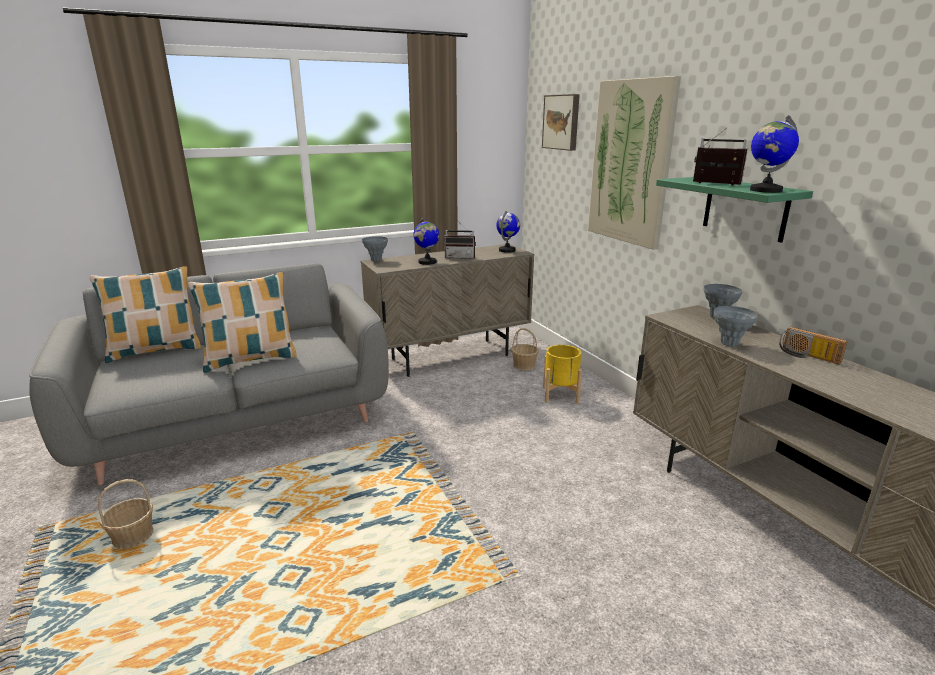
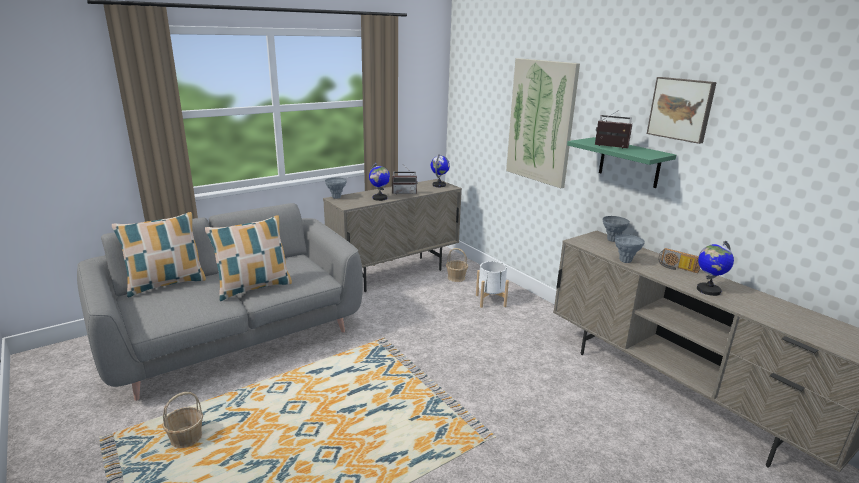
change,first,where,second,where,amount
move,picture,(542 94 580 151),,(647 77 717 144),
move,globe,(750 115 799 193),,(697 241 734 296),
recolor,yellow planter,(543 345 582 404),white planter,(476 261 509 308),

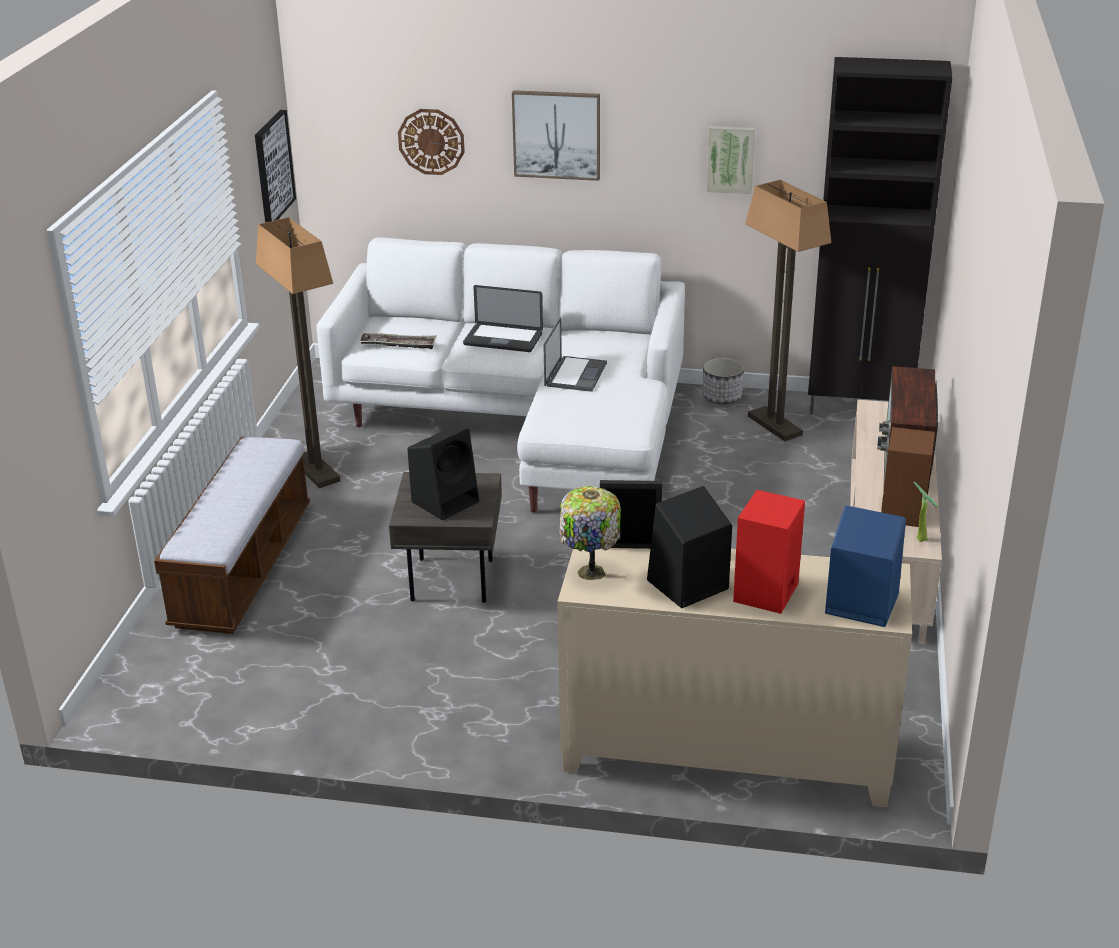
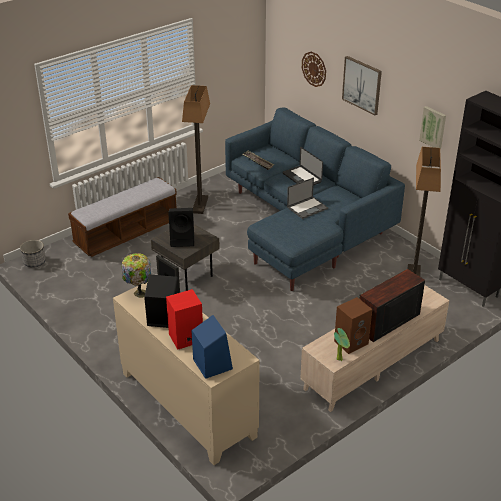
change,first,where,second,where,amount
delete,picture,(255 110 296 223),,,
move,planter,(703 358 744 404),,(20 240 46 267),
recolor,white sofa,(316 237 685 512),blue sofa,(225 107 405 291),

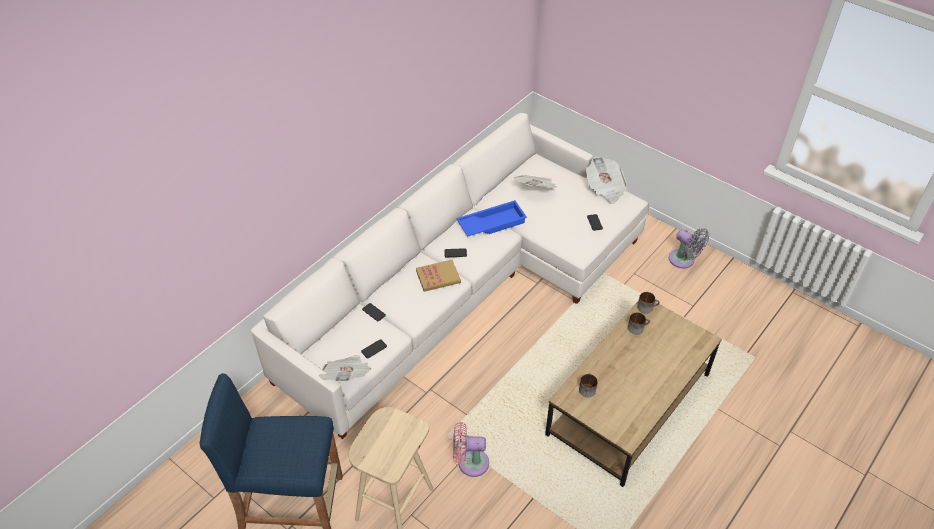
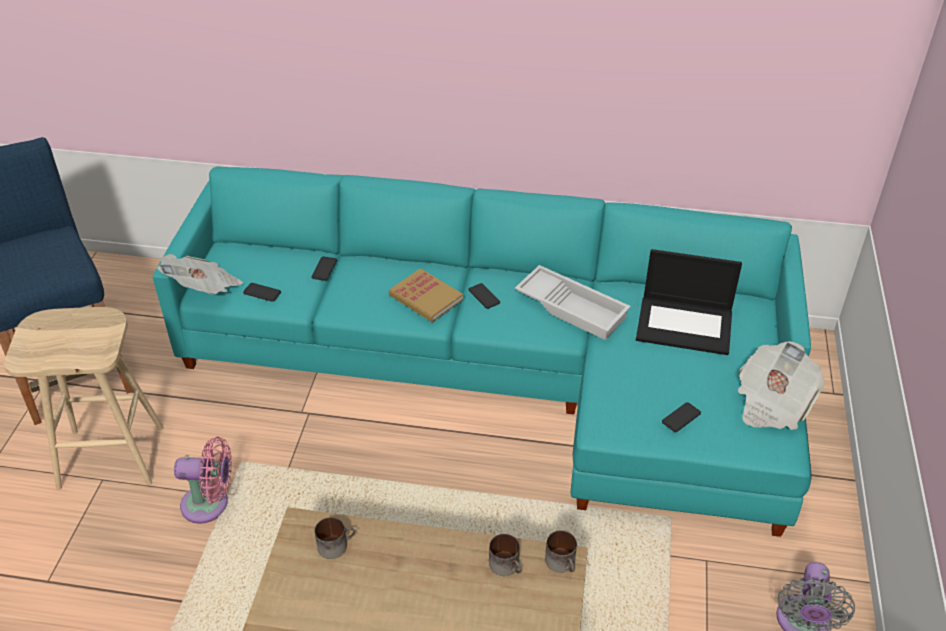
change,first,where,second,where,amount
replace,newspaper,(514 175 556 188),laptop,(636 249 742 355),
recolor,white sofa,(251 113 649 439),turquoise sofa,(153 167 812 537),
recolor,blue tray,(456 200 527 236),white tray,(515 265 631 340),
rotate,pink fan,(453 422 489 477),,(174 437 232 524),120 degrees clockwise

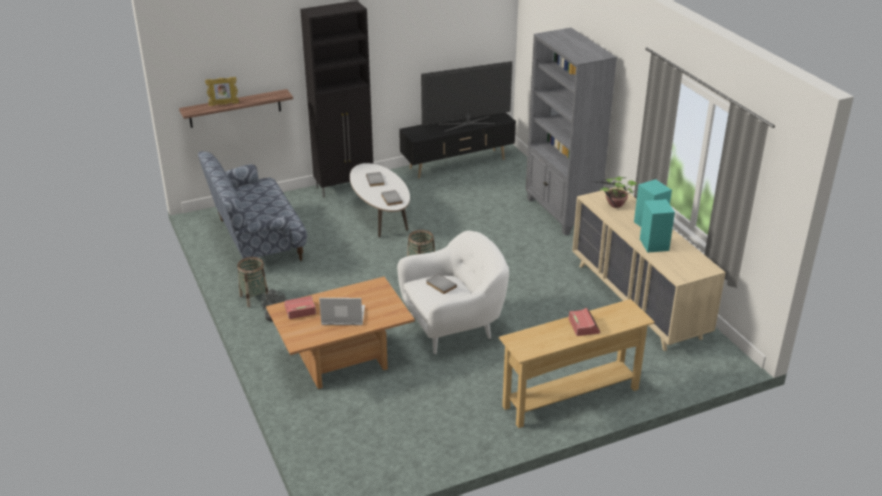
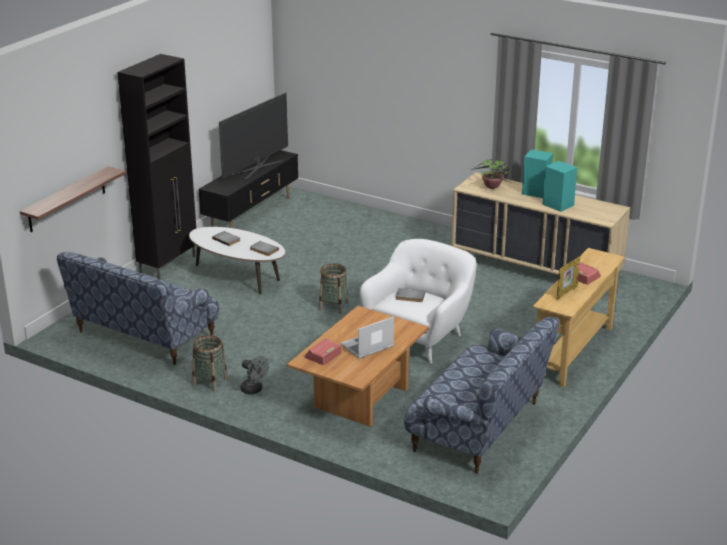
change,first,where,second,where,amount
delete,grey bookcase,(526 28 617 235),,,
insert,,,sofa,(404 317 559 474),
move,picture frame,(205 77 239 106),,(557 256 581 300),

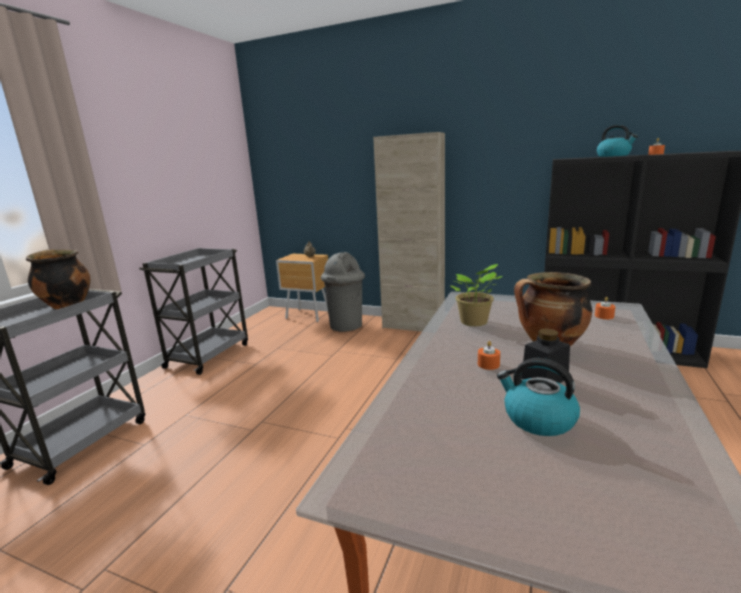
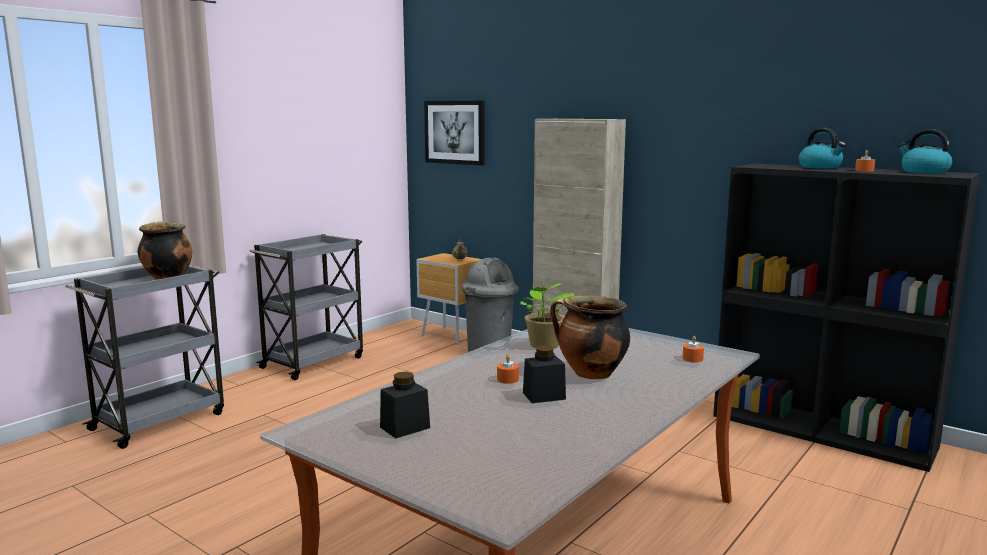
change,first,where,second,where,amount
insert,,,black jar,(380 372 430 438),
insert,,,picture,(424 101 485 166),
move,kettle,(497 358 580 436),,(898 129 952 174),

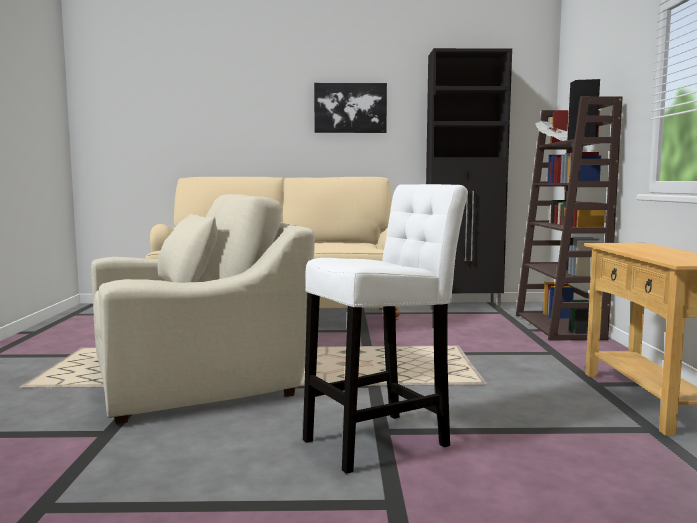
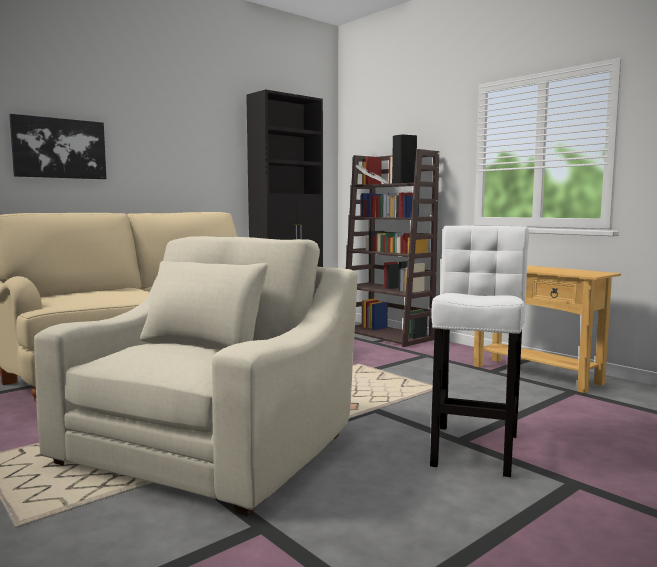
change,first,where,second,where,amount
move,picture,(314 83 387 133),,(10 114 106 179),

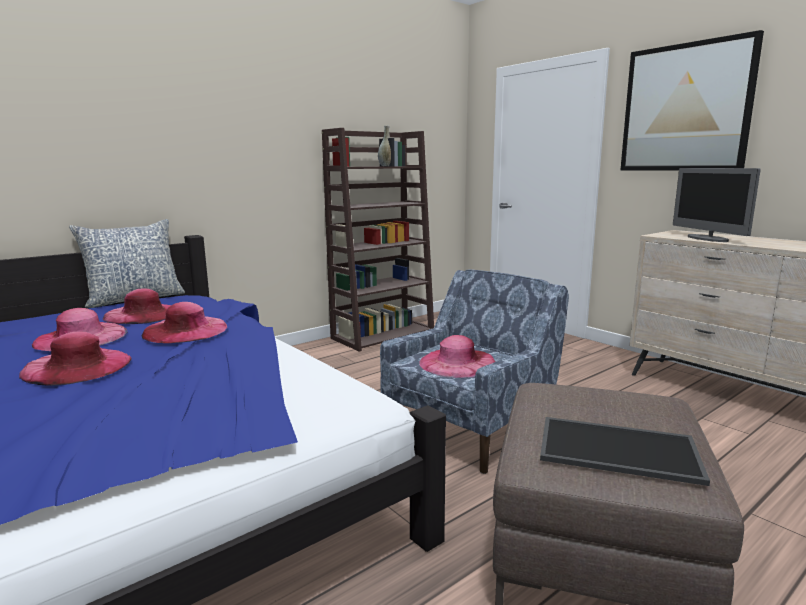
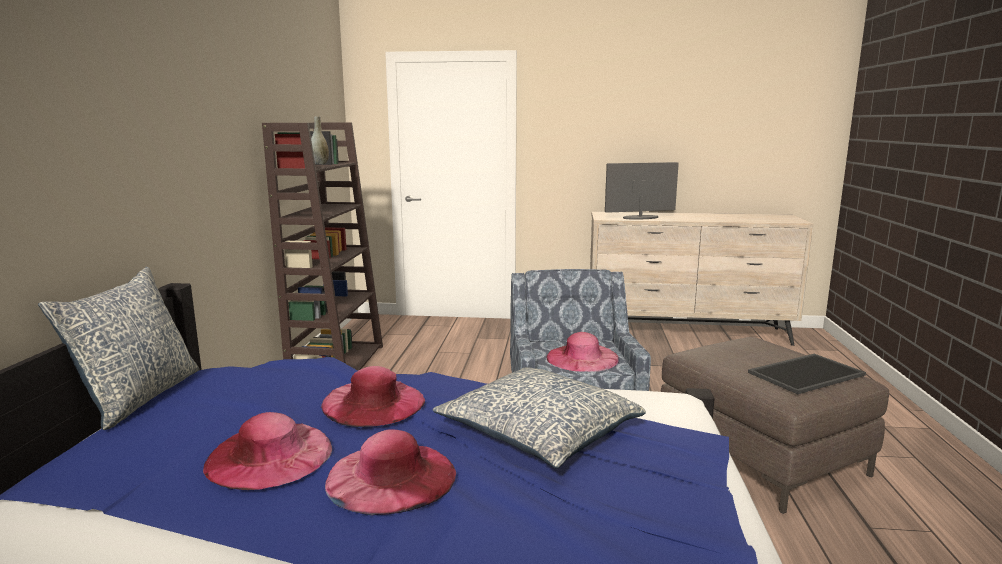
change,first,where,second,where,amount
delete,pink hat,(103 288 171 324),,,
delete,picture,(621 30 764 171),,,
insert,,,pillow,(433 367 646 469),
rotate,monitor,(673 168 761 242),,(605 162 679 220),135 degrees clockwise

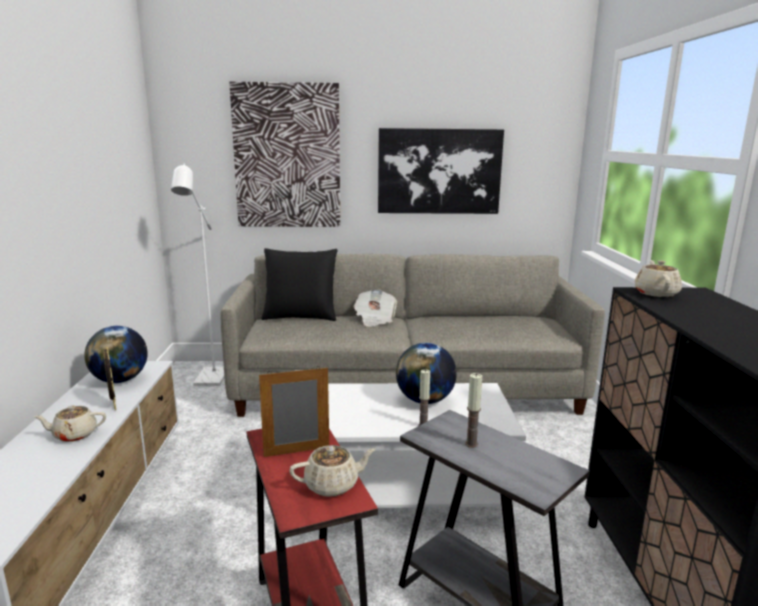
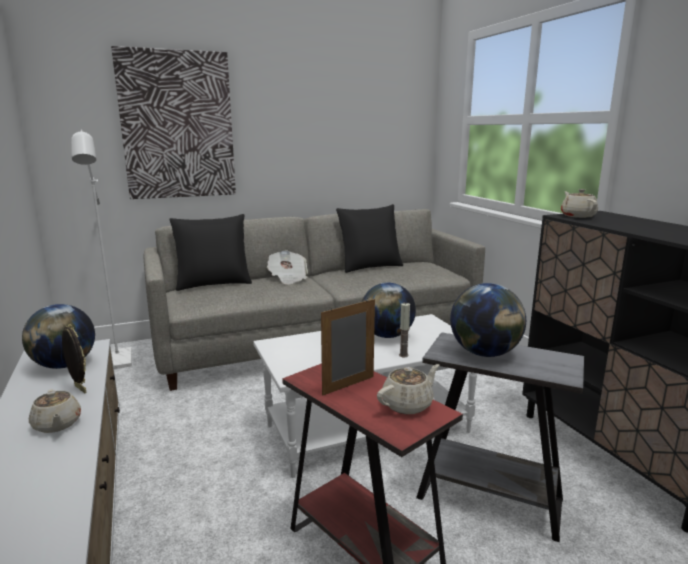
change,first,where,second,where,amount
delete,picture,(378 128 504 214),,,
insert,,,black pillow,(336 204 403 273),
replace,candle,(465 373 482 448),globe,(450 283 526 357),
rotate,beige teapot,(33 405 106 442),,(29 389 81 433),90 degrees counterclockwise

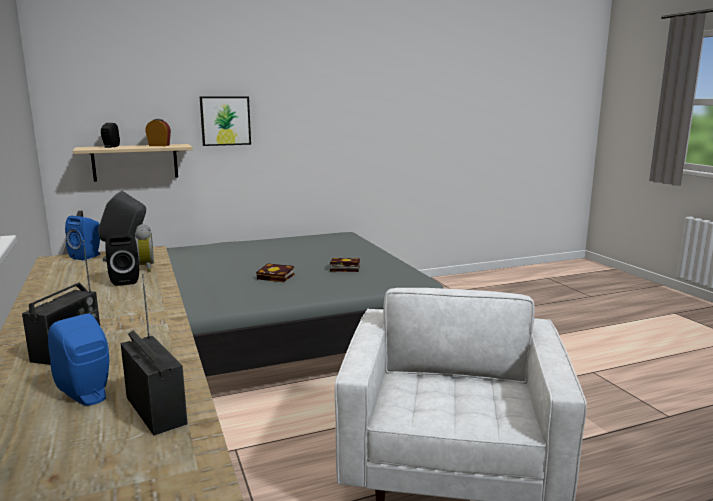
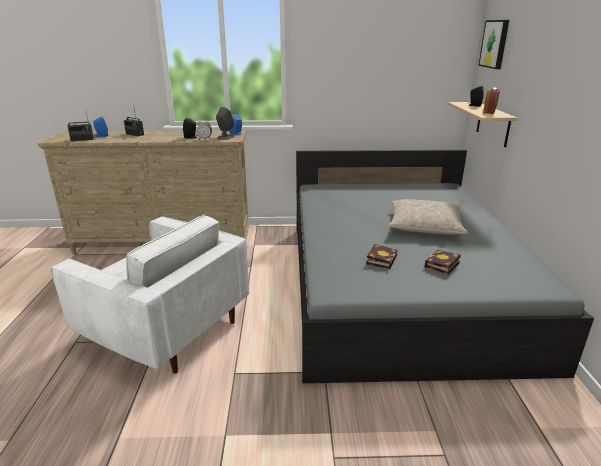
change,first,where,second,where,amount
insert,,,beige pillow,(389 199 468 235),
move,picture,(199 96 251 146),,(478 20 509 69),
move,book,(256 263 294 282),,(425 250 461 275),

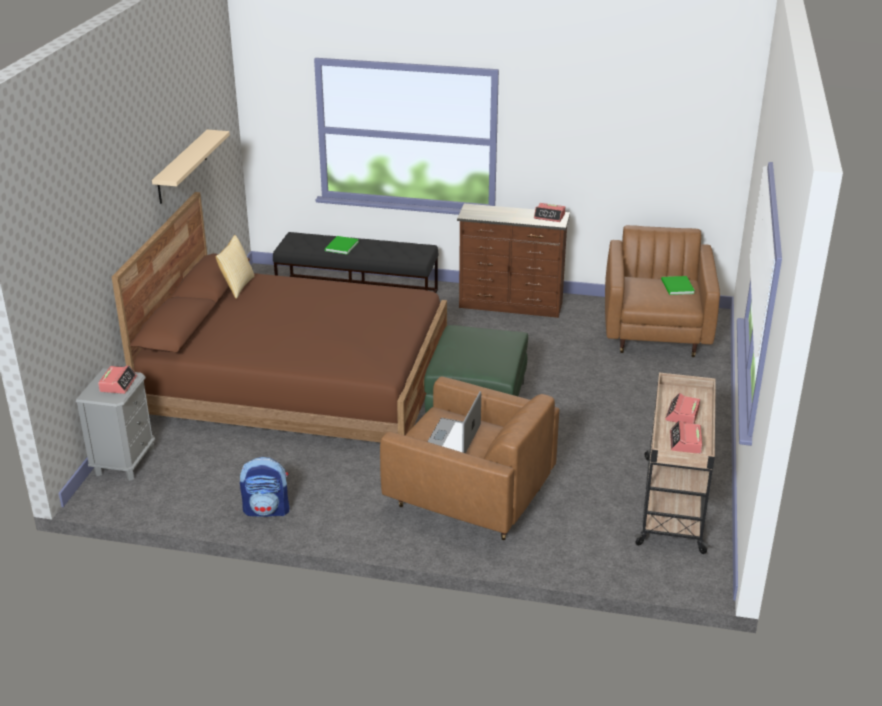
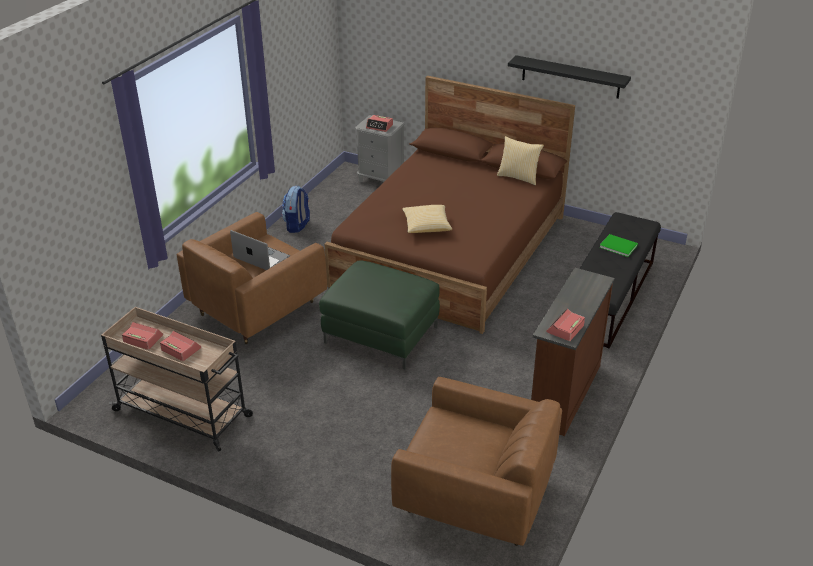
change,first,where,second,where,amount
delete,green book,(661 276 695 295),,,
insert,,,pillow,(402 205 452 233),
recolor,beige shelf,(152 130 230 204),black shelf,(508 55 631 99),

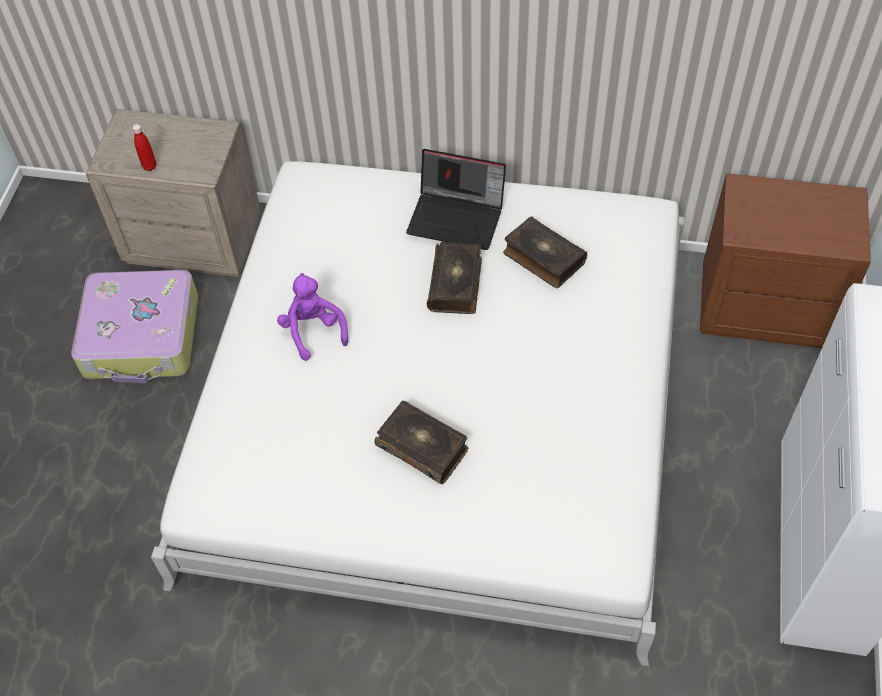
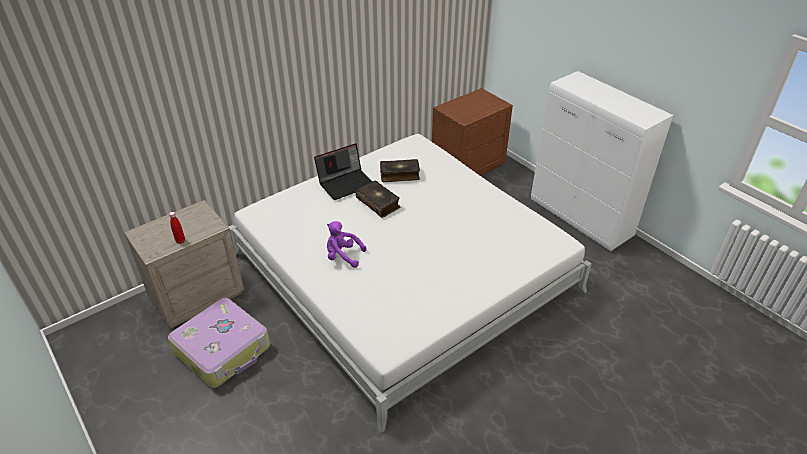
change,first,where,second,where,amount
delete,book,(375 401 468 484),,,

